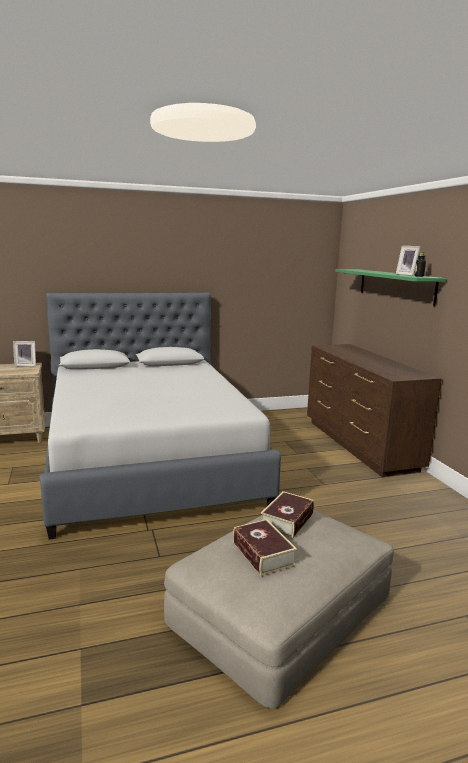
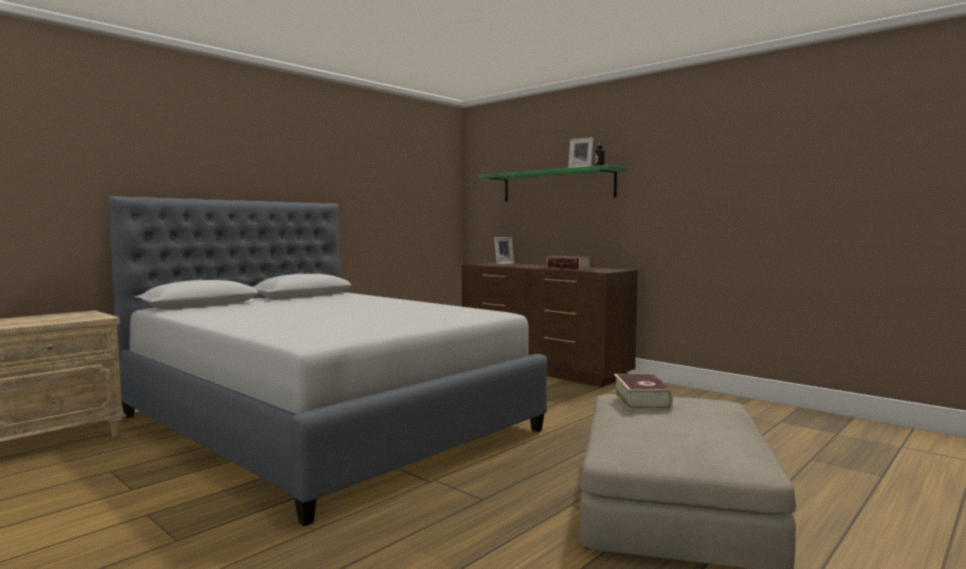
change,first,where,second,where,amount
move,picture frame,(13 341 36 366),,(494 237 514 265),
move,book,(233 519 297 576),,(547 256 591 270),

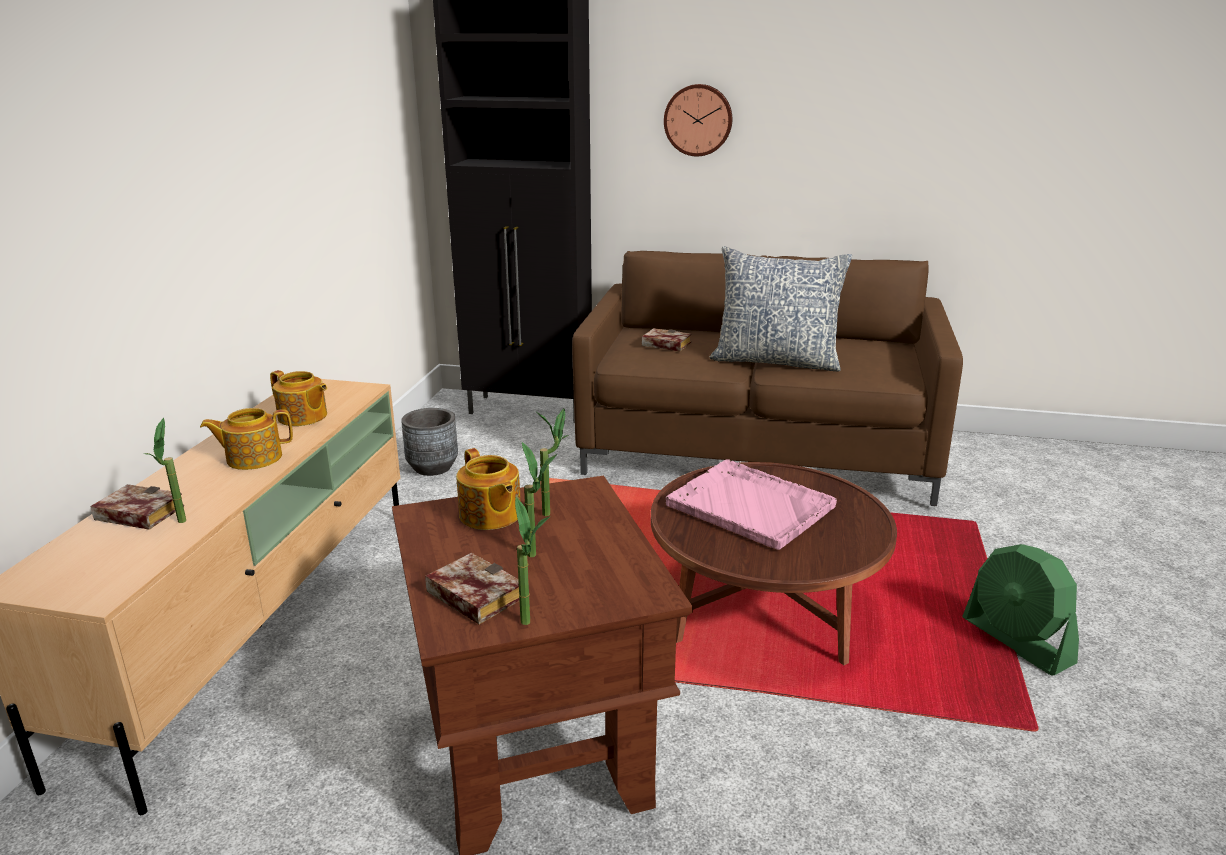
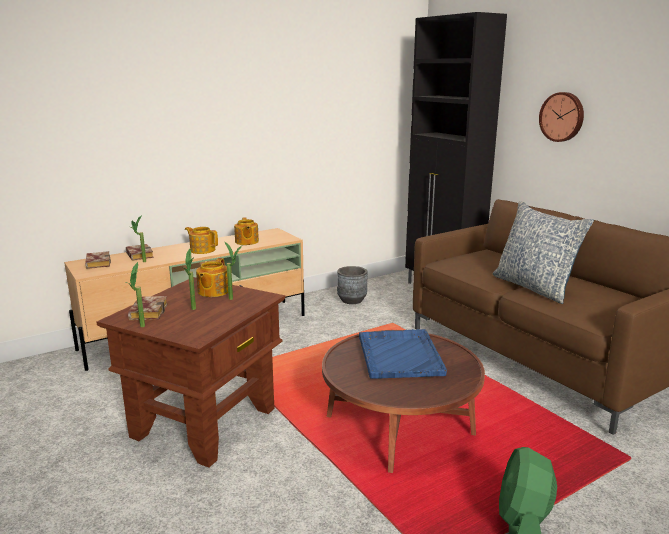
change,first,where,second,where,amount
move,book,(642 328 691 352),,(85 251 111 269),
recolor,pink tray,(666 459 837 550),blue tray,(359 329 447 379),

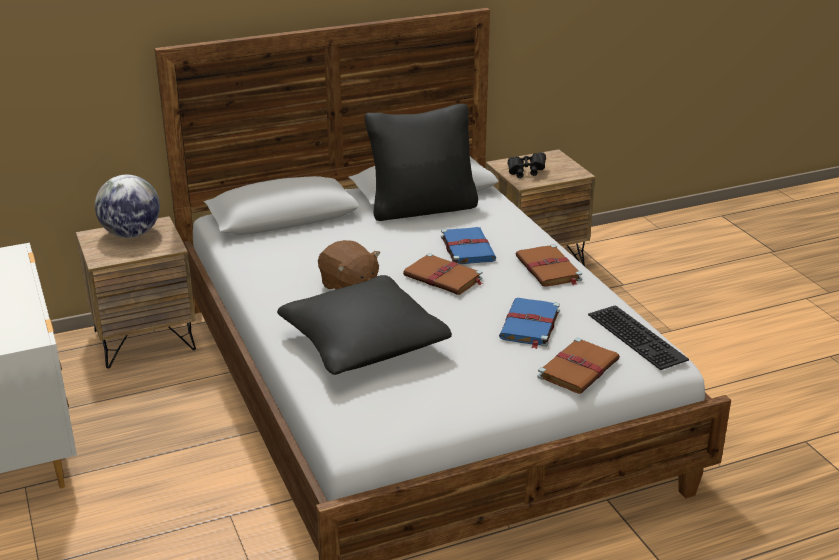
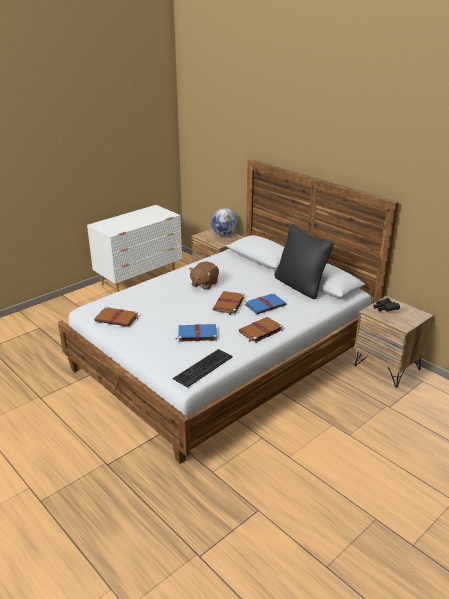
change,first,where,second,where,amount
delete,black pillow,(277 275 452 375),,,
move,brown book,(537 337 620 394),,(95 307 139 327),

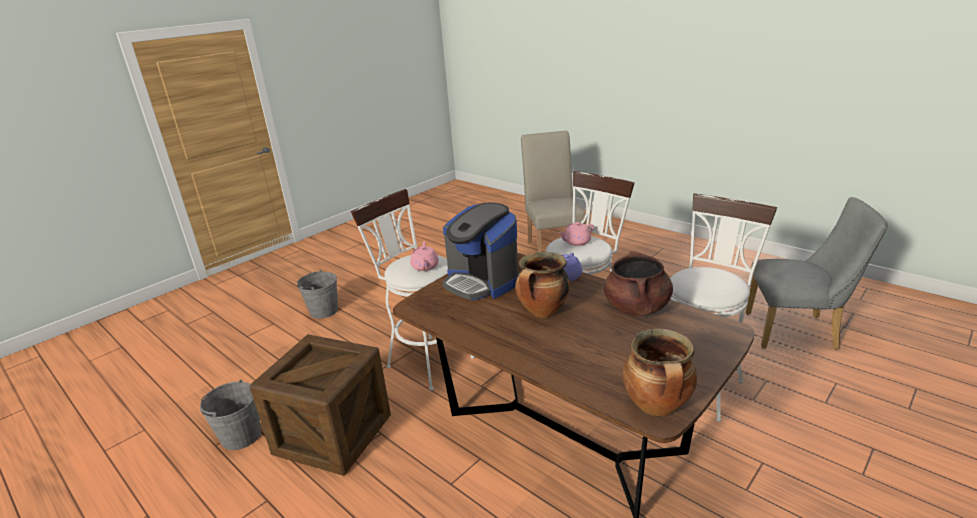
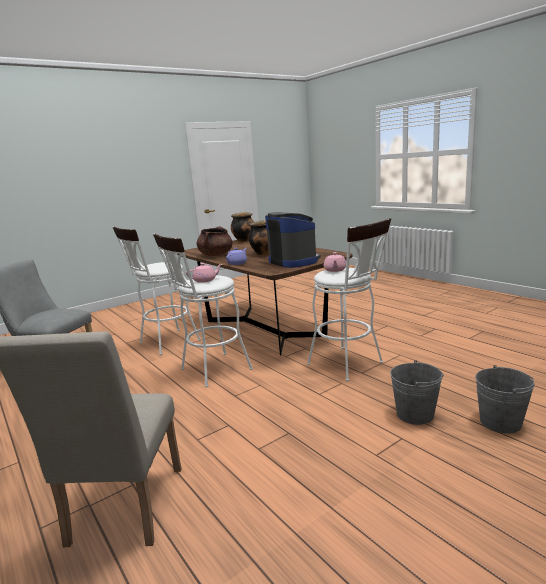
change,first,where,second,where,amount
delete,crate,(249 334 391 475),,,
move,grey bucket,(200 379 261 450),,(390 360 444 425),

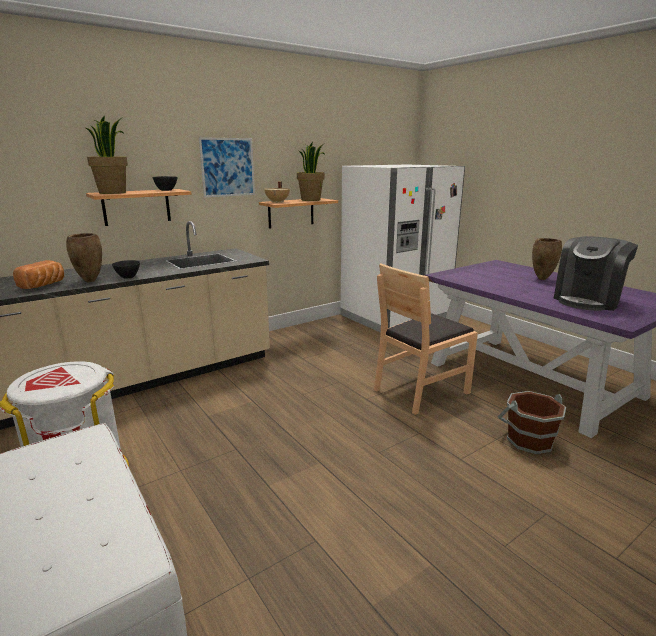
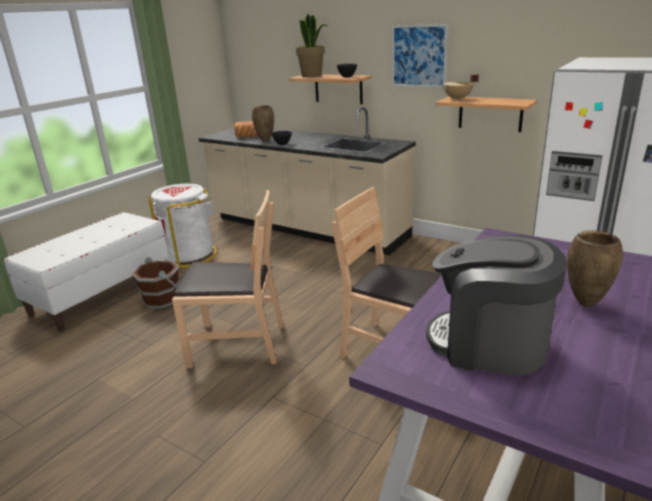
change,first,where,second,where,amount
delete,potted plant,(297 142 325 201),,,
insert,,,brown chair,(172 190 284 368),
move,brown bucket,(498 391 566 454),,(132 257 180 309),

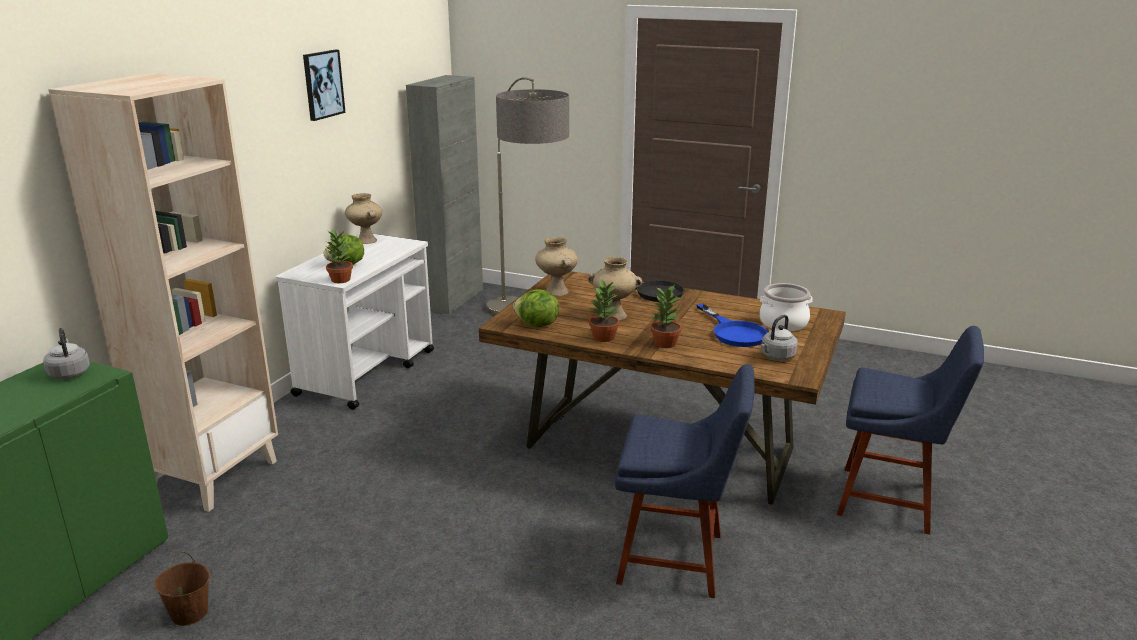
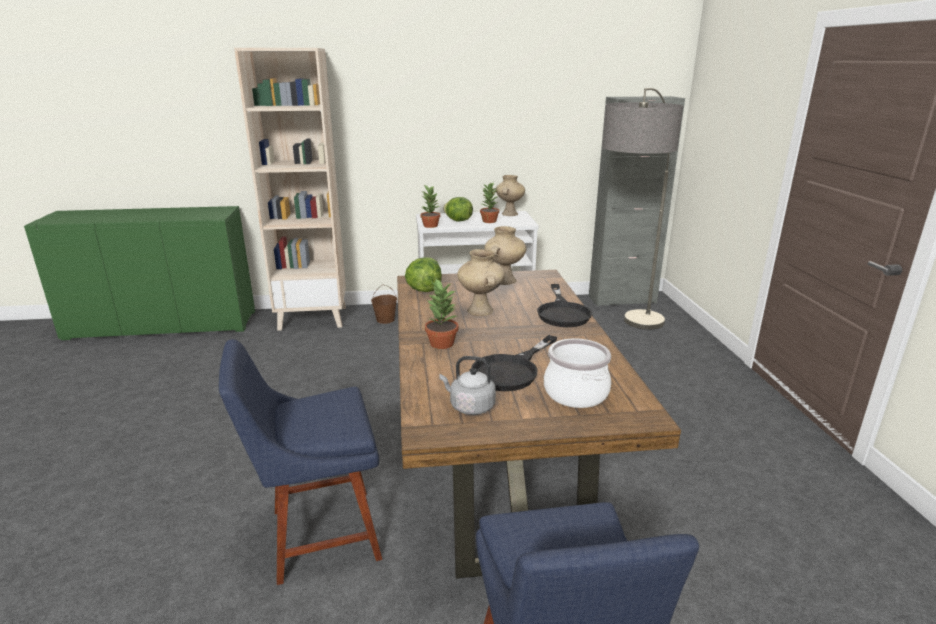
change,first,where,second,where,amount
delete,grey kettle,(43 328 90 379),,,
delete,picture,(303 49 346 121),,,
move,brown bucket,(155 552 210 626),,(371 285 397 324),
move,potted plant,(589 279 619 342),,(480 182 499 223),
recolor,blue frying pan,(696 304 768 347),black frying pan,(471 335 557 391),
rotate,blue chair,(615 364 755 598),,(219 339 382 585),90 degrees clockwise

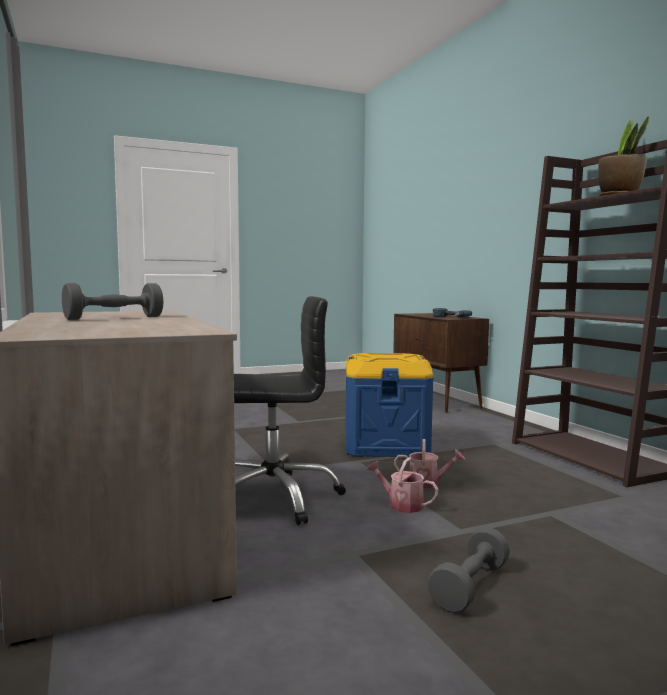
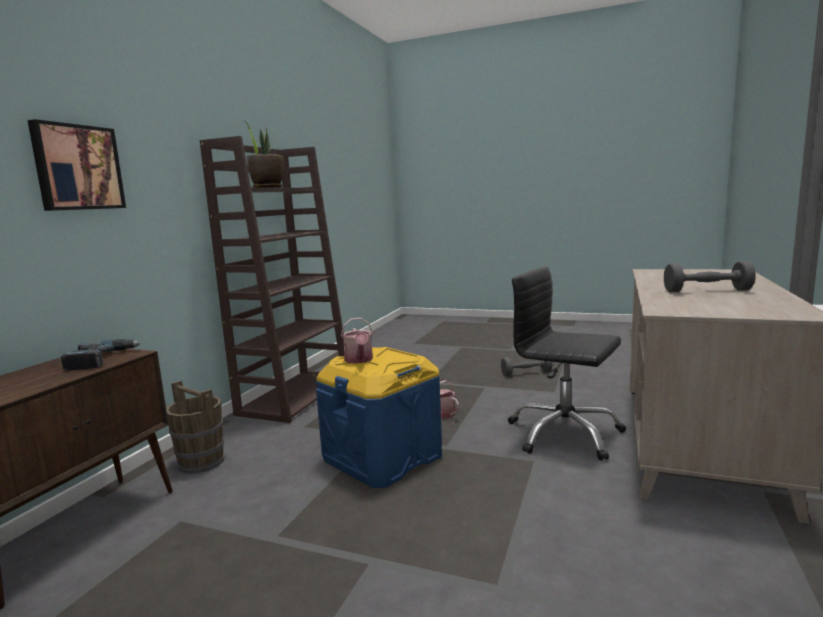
change,first,where,second,where,amount
insert,,,picture,(27 119 126 211),
insert,,,brown bucket,(166 380 224 474),
move,watering can,(366 457 438 513),,(341 317 373 364),

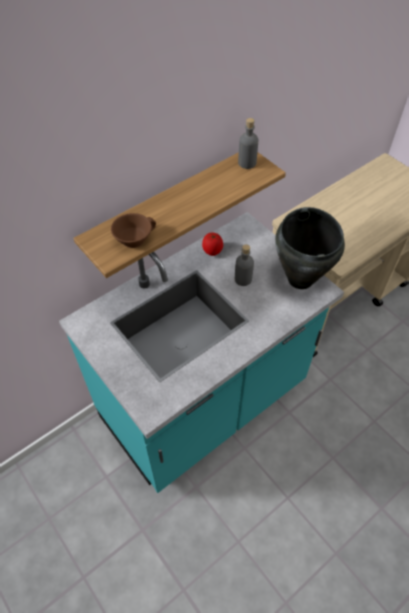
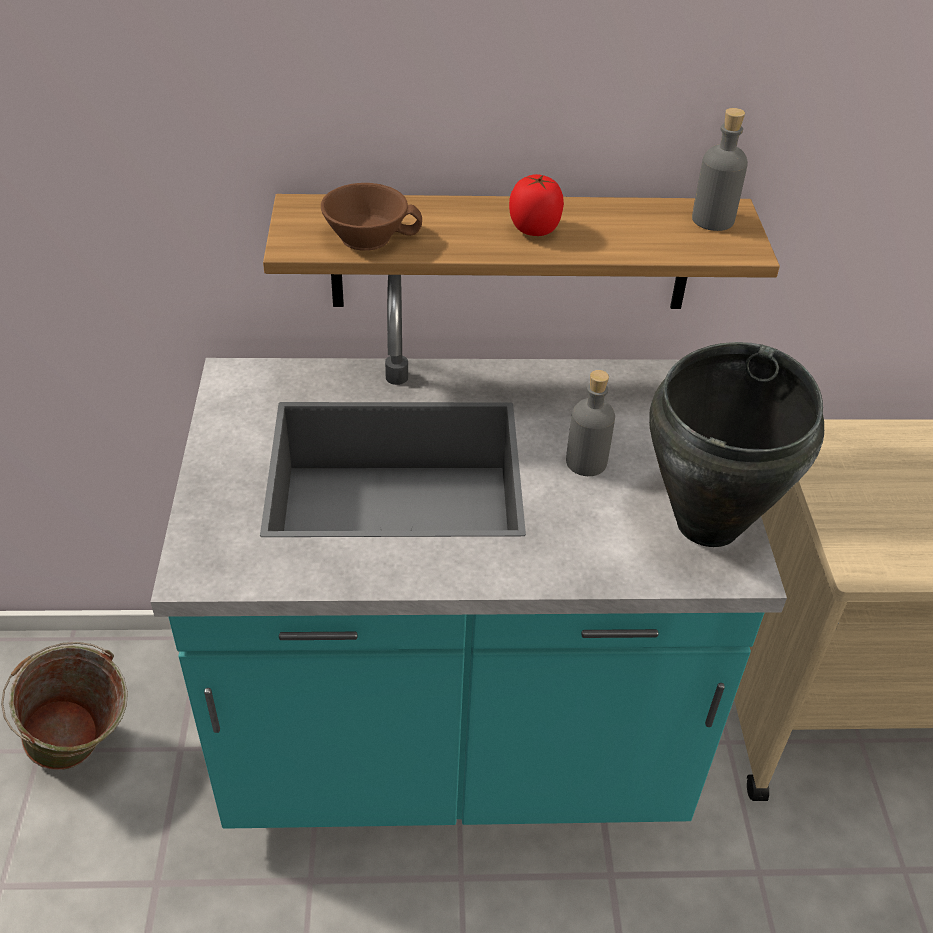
change,first,where,second,where,amount
insert,,,green bucket,(1 642 128 770),
move,tomato,(202 232 223 256),,(509 174 564 236),

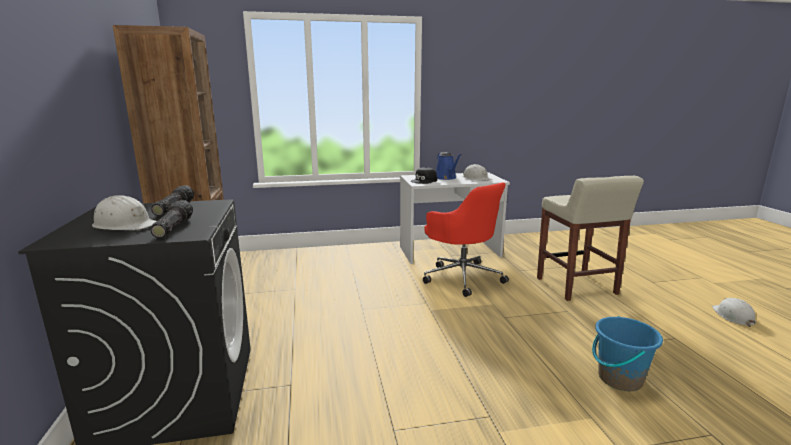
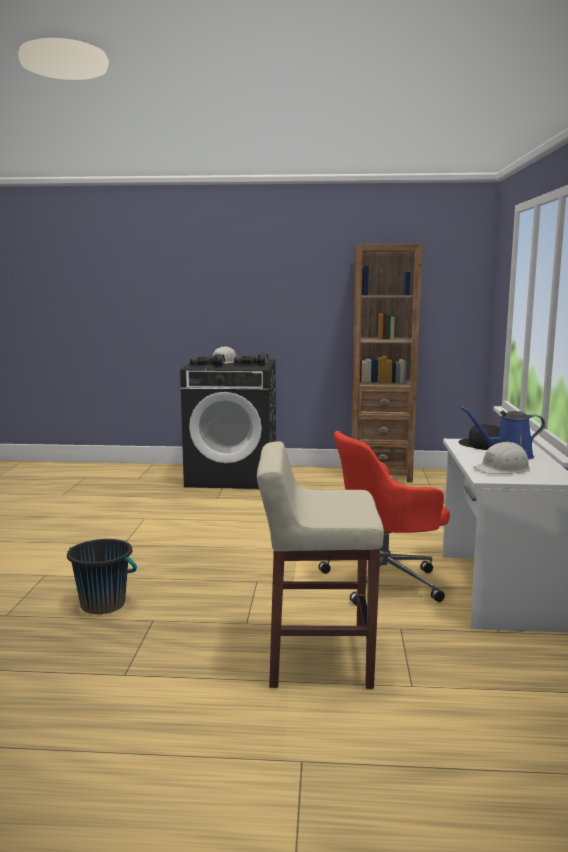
change,first,where,second,where,amount
delete,white hard hat,(712 298 756 327),,,
recolor,blue bucket,(592 316 663 391),black bucket,(67 539 137 614),

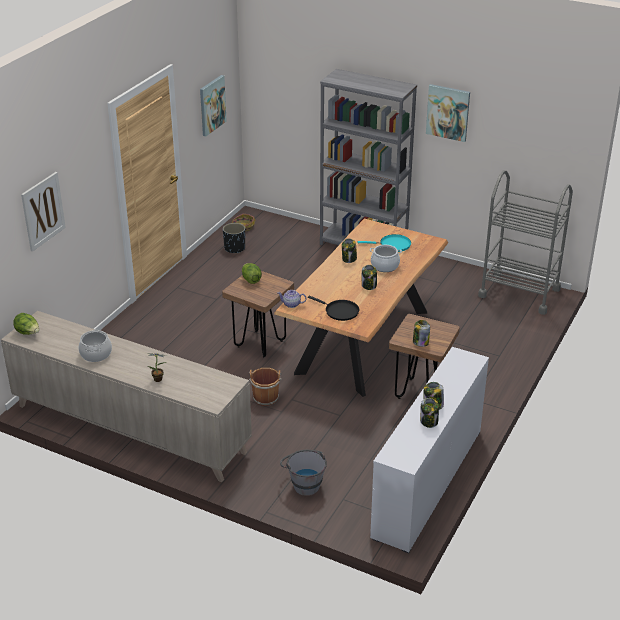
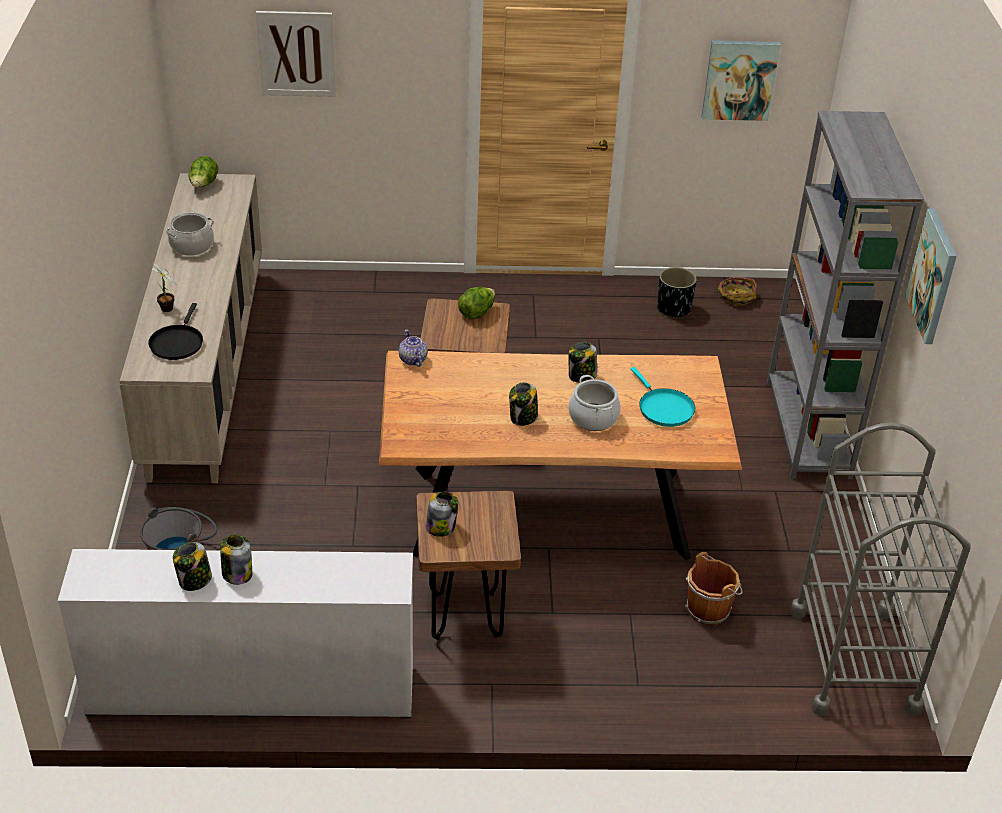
change,first,where,second,where,amount
move,brown bucket,(249 368 282 406),,(685 552 743 625),
move,black frying pan,(308 296 359 321),,(148 303 203 360),

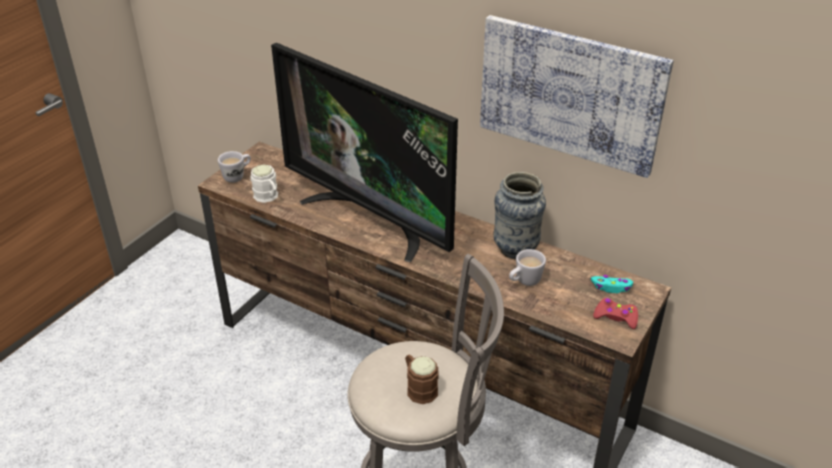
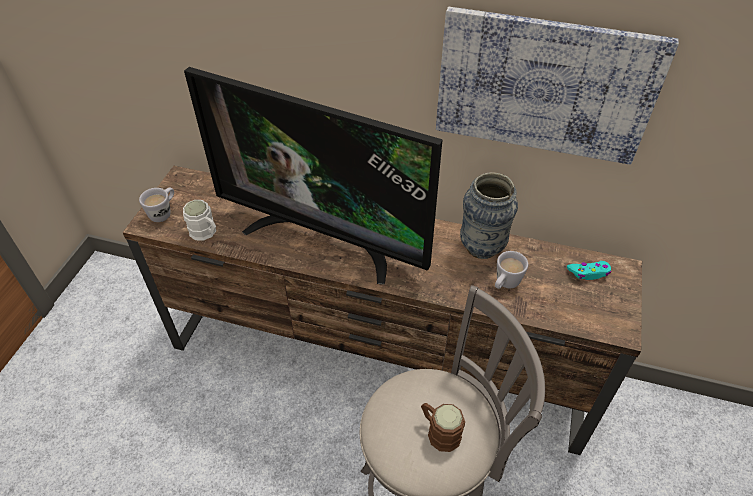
change,first,where,second,where,amount
delete,red game controller,(593 298 638 329),,,

